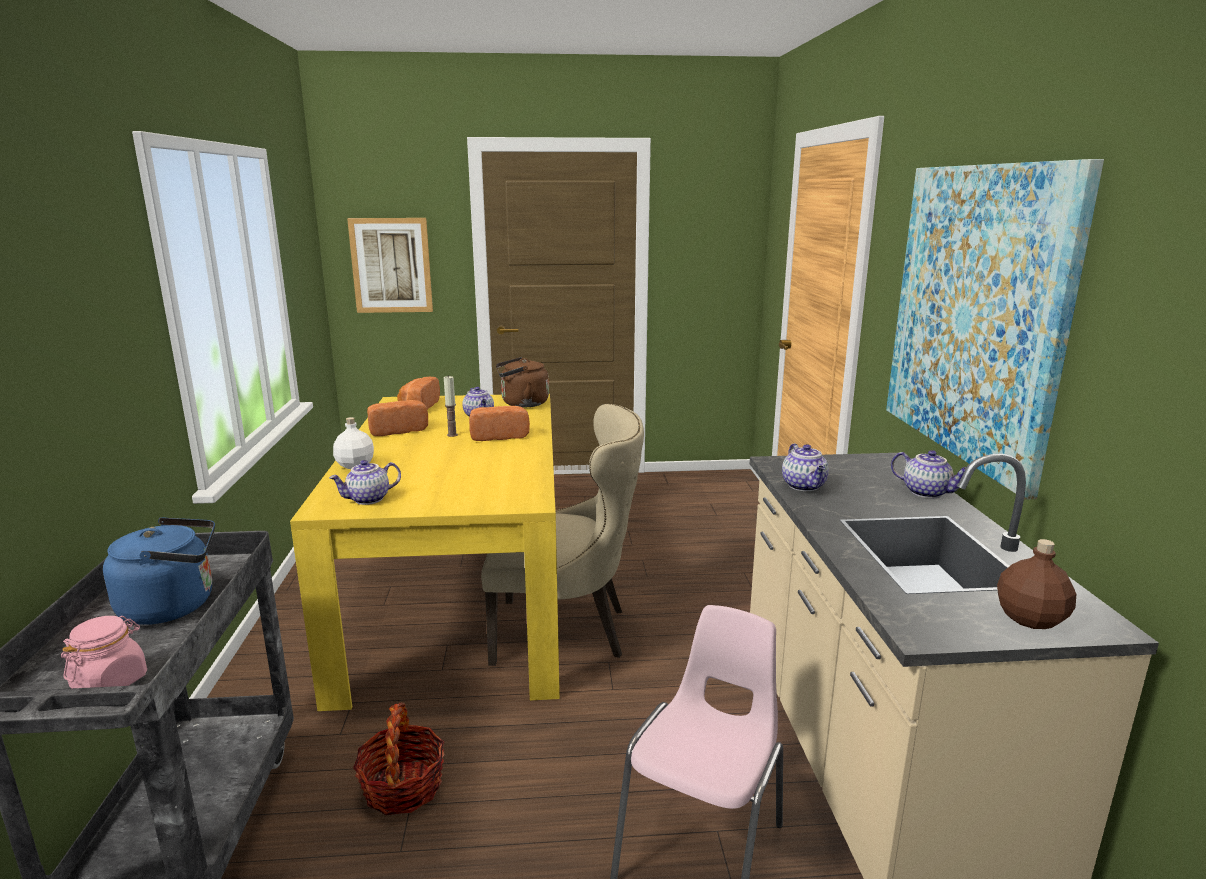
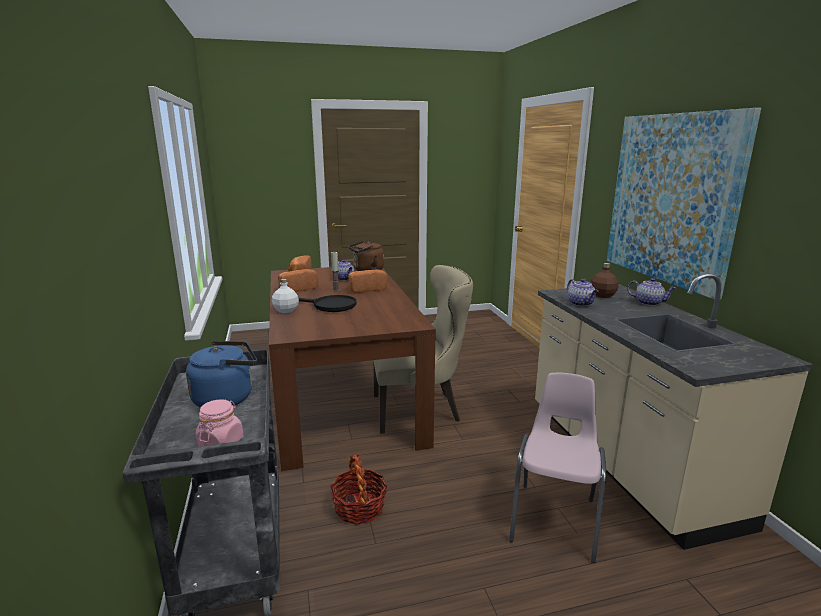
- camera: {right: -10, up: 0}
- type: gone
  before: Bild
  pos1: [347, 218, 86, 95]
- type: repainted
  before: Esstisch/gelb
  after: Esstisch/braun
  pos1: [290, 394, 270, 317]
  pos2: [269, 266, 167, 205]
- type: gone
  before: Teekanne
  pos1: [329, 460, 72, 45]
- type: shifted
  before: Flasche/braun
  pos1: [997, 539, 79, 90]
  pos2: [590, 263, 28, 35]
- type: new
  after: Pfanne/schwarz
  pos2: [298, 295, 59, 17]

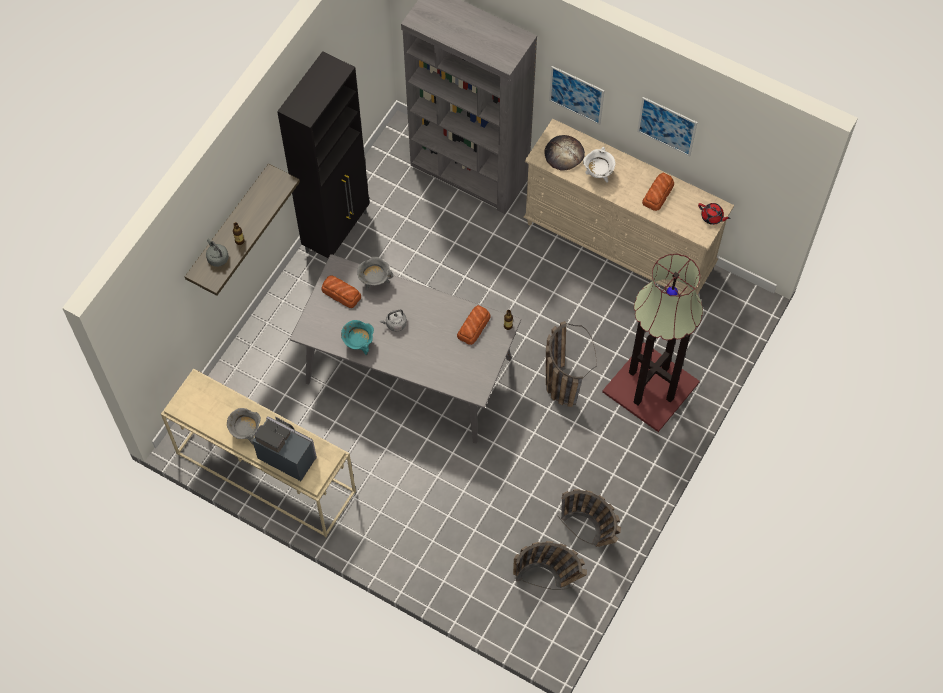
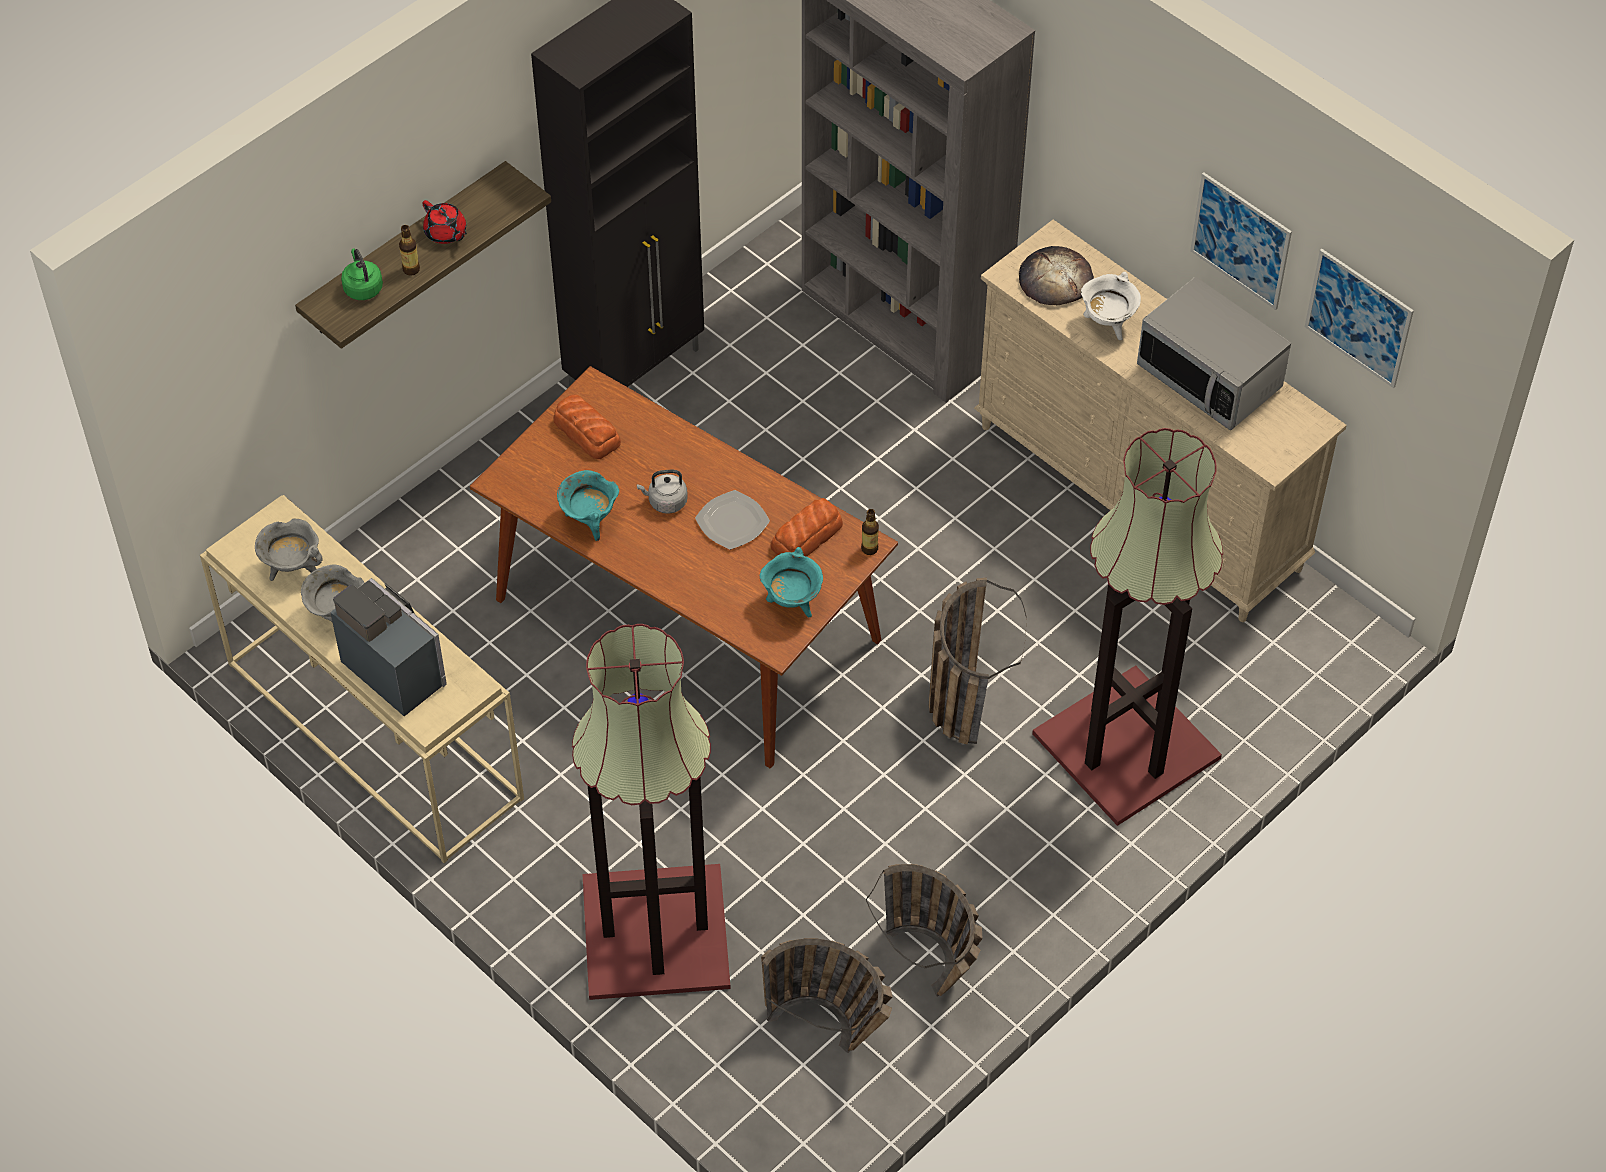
- camera: {right: 15, up: -10}
- type: shifted
  before: Bild
  pos1: [549, 66, 56, 59]
  pos2: [1305, 249, 109, 139]
- type: swapped
  before: Brot
  after: Mikrowelle
  pos1: [642, 173, 32, 38]
  pos2: [1137, 277, 154, 153]
- type: shifted
  before: Teekanne/rot
  pos1: [698, 203, 33, 22]
  pos2: [422, 200, 45, 44]
- type: repainted
  before: Wasserkessel/grau
  after: Wasserkessel/grün
  pos1: [206, 239, 23, 28]
  pos2: [341, 248, 42, 52]
- type: repainted
  before: Esstisch/grau
  after: Esstisch/braun
  pos1: [290, 254, 231, 190]
  pos2: [470, 366, 428, 403]
- type: shifted
  before: Kochtopf/grau
  pos1: [357, 257, 36, 34]
  pos2: [255, 518, 68, 63]
- type: new
  after: Teller
  pos2: [695, 490, 75, 60]
- type: new
  after: Kochtopf/türkis
  pos2: [759, 547, 64, 71]
- type: new
  after: Stehlampe
  pos2: [572, 624, 159, 376]

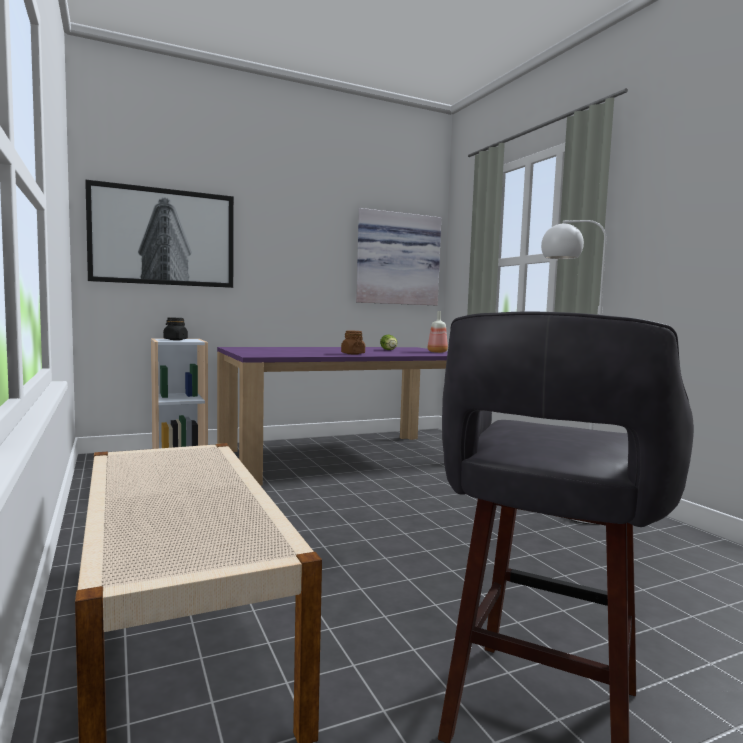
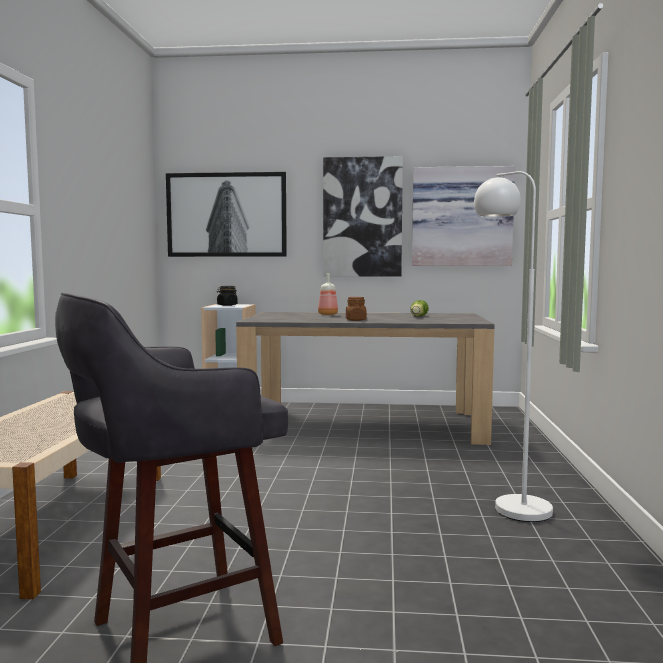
- camera: {right: 30, up: 0}
- type: shifted
  before: Flasche
  pos1: [428, 311, 20, 42]
  pos2: [318, 273, 20, 42]
- type: repainted
  before: Esstisch/lila
  after: Esstisch/grau
  pos1: [217, 347, 231, 139]
  pos2: [236, 312, 258, 133]
- type: new
  after: Bild
  pos2: [323, 156, 80, 121]

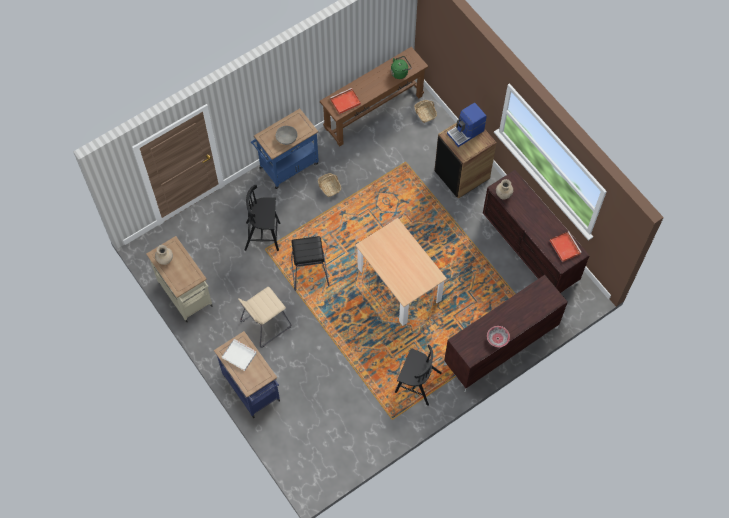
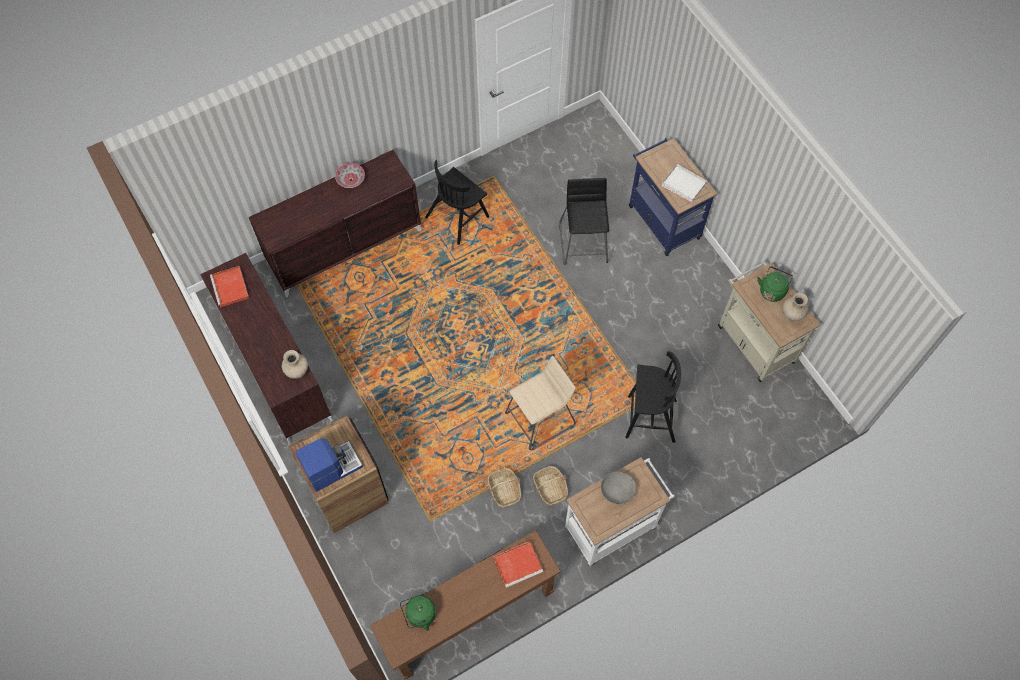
- camera: {right: -175, up: 0}
- type: shifted
  before: Korb
  pos1: [414, 100, 23, 23]
  pos2: [488, 468, 33, 39]
- type: repainted
  before: Rollwagen/blau
  after: Rollwagen/weiß
  pos1: [251, 109, 68, 80]
  pos2: [565, 457, 110, 110]
- type: gone
  before: Esstisch/beige
  pos1: [355, 218, 92, 108]
- type: shifted
  before: Hocker/schwarz
  pos1: [291, 236, 39, 55]
  pos2: [559, 178, 50, 87]
- type: shifted
  before: Hocker/beige
  pos1: [238, 287, 53, 61]
  pos2: [505, 356, 71, 94]
- type: rotated
  before: Stuhl/schwarz
  pos1: [395, 345, 47, 61]
  pos2: [425, 160, 64, 85]
  turn: -75
- type: new
  after: Wasserkessel/grün
  pos2: [757, 266, 36, 36]

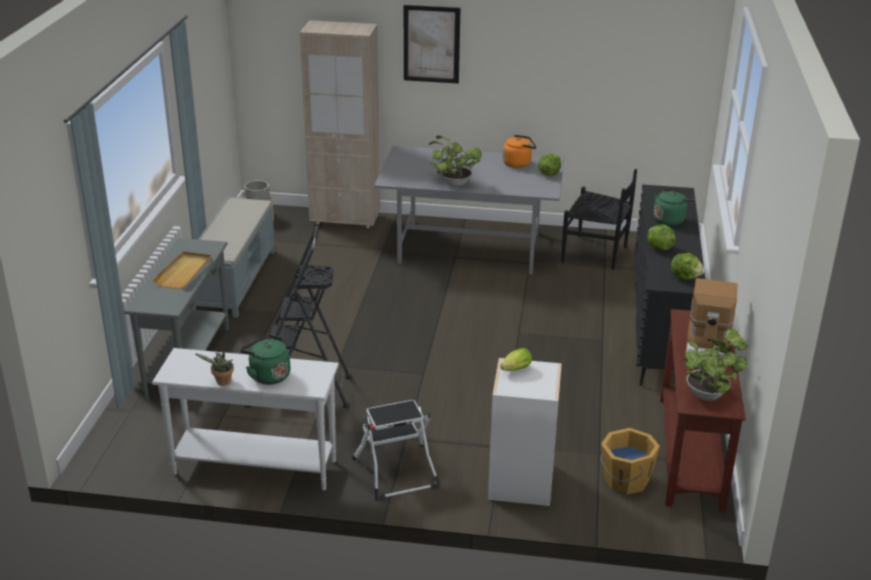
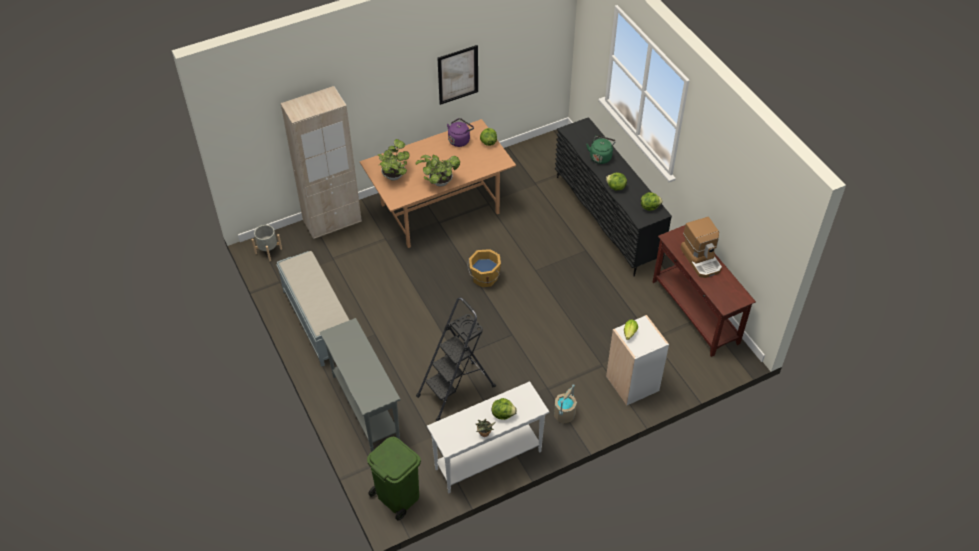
- camera: {right: -35, up: 20}
- type: shifted
  before: Bild
  pos1: [404, 5, 57, 79]
  pos2: [437, 45, 41, 60]
- type: repainted
  before: Wasserkessel/orange
  after: Wasserkessel/lila
  pos1: [503, 135, 34, 33]
  pos2: [447, 118, 27, 29]
- type: repainted
  before: Esstisch/grau
  after: Esstisch/braun
  pos1: [374, 146, 190, 128]
  pos2: [360, 119, 156, 129]
- type: gone
  before: Stuhl/schwarz
  pos1: [561, 169, 76, 101]
- type: gone
  before: Tablett/beige
  pos1: [153, 251, 58, 38]
- type: shifted
  before: Topfpflanze
  pos1: [684, 329, 64, 72]
  pos2: [378, 139, 32, 42]
- type: swapped
  before: Wasserkessel/grün
  after: Salatkopf
  pos1: [240, 334, 50, 51]
  pos2: [492, 398, 25, 22]
- type: swapped
  before: Trittleiter
  after: Eimer/beige
  pos1: [352, 400, 89, 101]
  pos2: [554, 384, 23, 40]
- type: shifted
  before: Eimer/orange
  pos1: [600, 428, 60, 67]
  pos2: [467, 249, 34, 38]
- type: new
  after: Mülleimer/grün
  pos2: [367, 437, 54, 84]

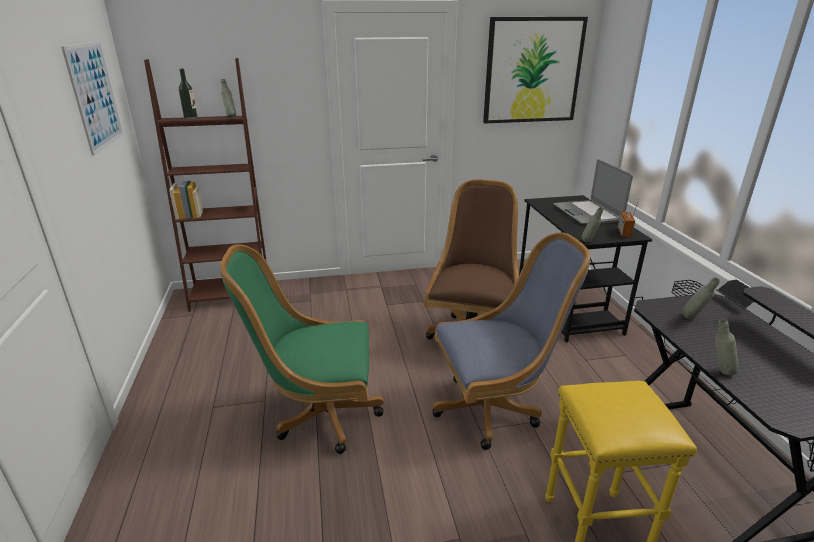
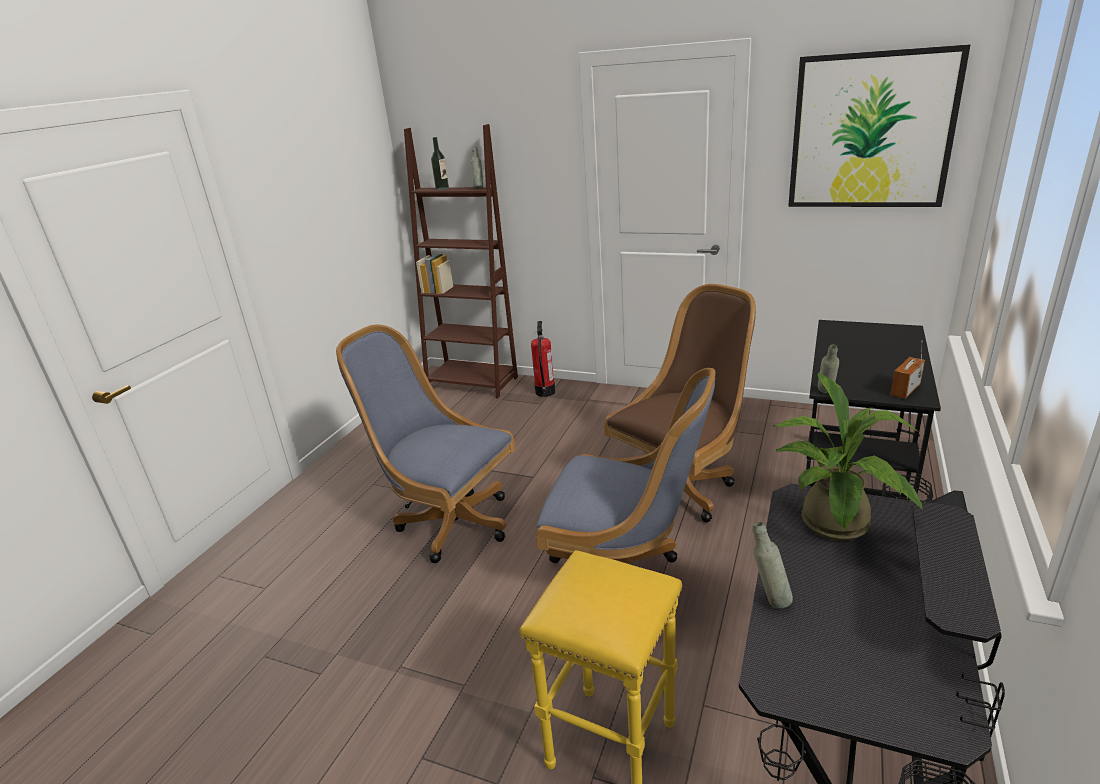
- camera: {right: 35, up: 0}
- type: gone
  before: Bild
  pos1: [61, 41, 63, 115]
- type: gone
  before: Laptop
  pos1: [554, 159, 79, 66]
- type: repainted
  before: Bürostuhl/grün
  after: Bürostuhl/blau
  pos1: [220, 244, 164, 210]
  pos2: [336, 325, 180, 238]
- type: swapped
  before: Flasche/grau
  after: Topfpflanze
  pos1: [682, 278, 38, 41]
  pos2: [773, 372, 150, 169]
- type: new
  after: Feuerlöscher
  pos2: [531, 321, 24, 76]

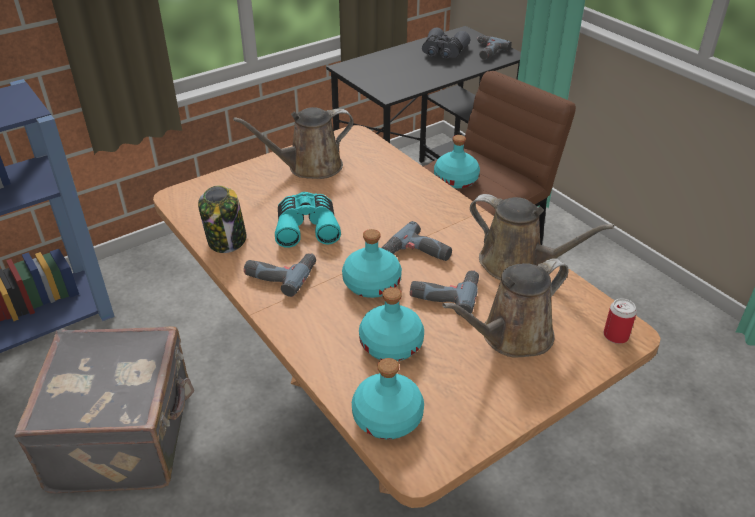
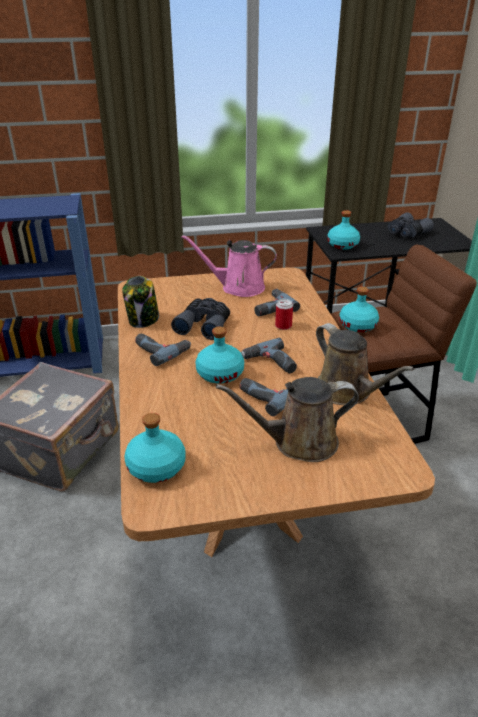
- camera: {right: 25, up: -5}
- type: shifted
  before: Bohrmaschine
  pos1: [477, 35, 35, 25]
  pos2: [254, 289, 46, 27]
- type: repainted
  before: Gießkanne/braun
  after: Gießkanne/rosa
  pos1: [233, 107, 121, 72]
  pos2: [181, 235, 96, 62]
- type: repainted
  before: Fernglas/türkis
  after: Fernglas/grau
  pos1: [275, 192, 66, 56]
  pos2: [171, 298, 59, 42]
- type: shifted
  before: Flasche/türkis
  pos1: [359, 287, 65, 74]
  pos2: [327, 210, 33, 40]
- type: shifted
  before: Dose
  pos1: [604, 298, 33, 46]
  pos2: [275, 299, 18, 31]

